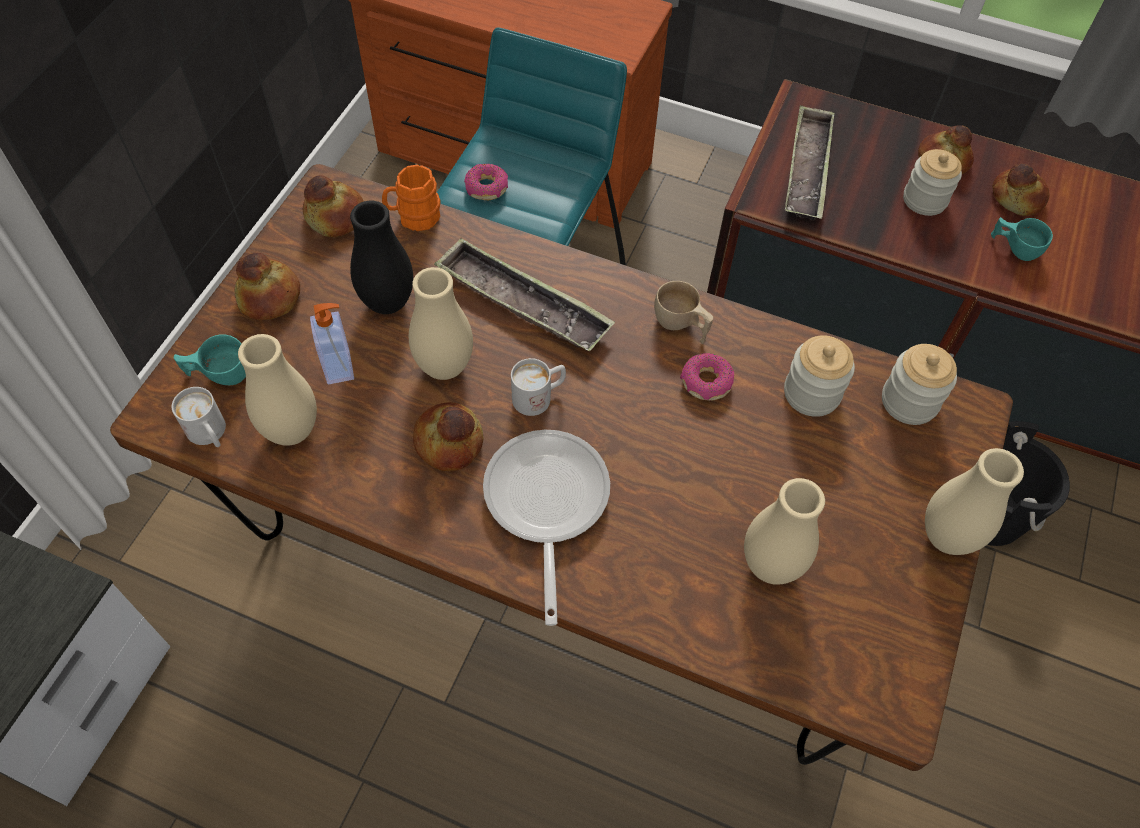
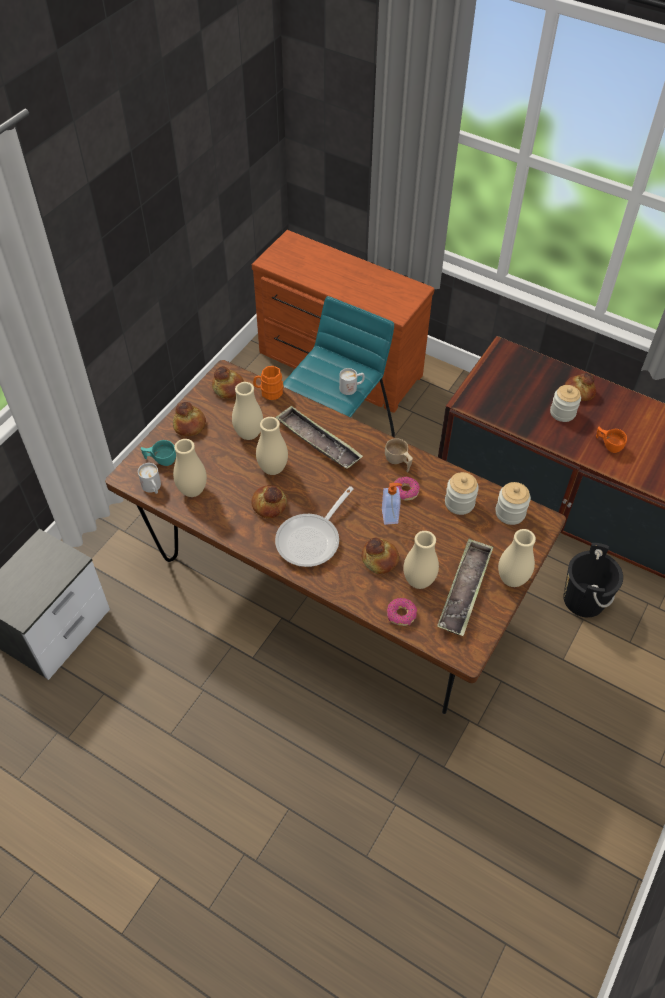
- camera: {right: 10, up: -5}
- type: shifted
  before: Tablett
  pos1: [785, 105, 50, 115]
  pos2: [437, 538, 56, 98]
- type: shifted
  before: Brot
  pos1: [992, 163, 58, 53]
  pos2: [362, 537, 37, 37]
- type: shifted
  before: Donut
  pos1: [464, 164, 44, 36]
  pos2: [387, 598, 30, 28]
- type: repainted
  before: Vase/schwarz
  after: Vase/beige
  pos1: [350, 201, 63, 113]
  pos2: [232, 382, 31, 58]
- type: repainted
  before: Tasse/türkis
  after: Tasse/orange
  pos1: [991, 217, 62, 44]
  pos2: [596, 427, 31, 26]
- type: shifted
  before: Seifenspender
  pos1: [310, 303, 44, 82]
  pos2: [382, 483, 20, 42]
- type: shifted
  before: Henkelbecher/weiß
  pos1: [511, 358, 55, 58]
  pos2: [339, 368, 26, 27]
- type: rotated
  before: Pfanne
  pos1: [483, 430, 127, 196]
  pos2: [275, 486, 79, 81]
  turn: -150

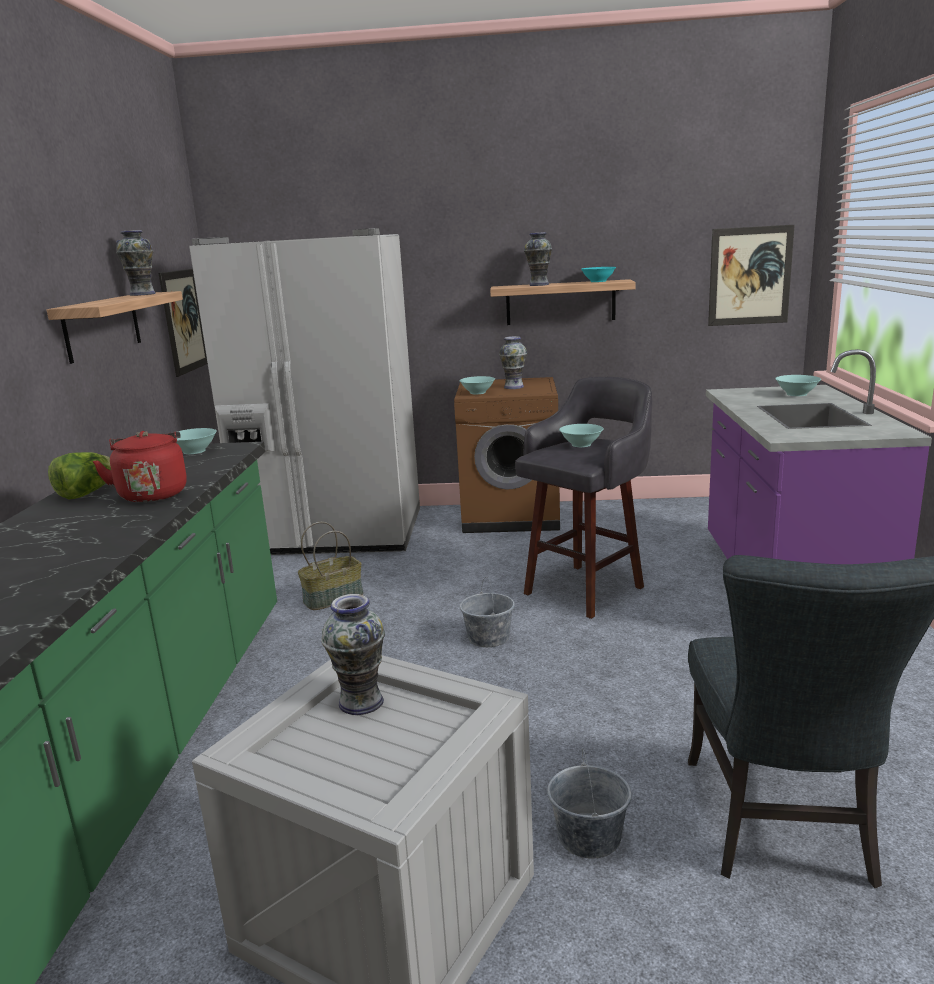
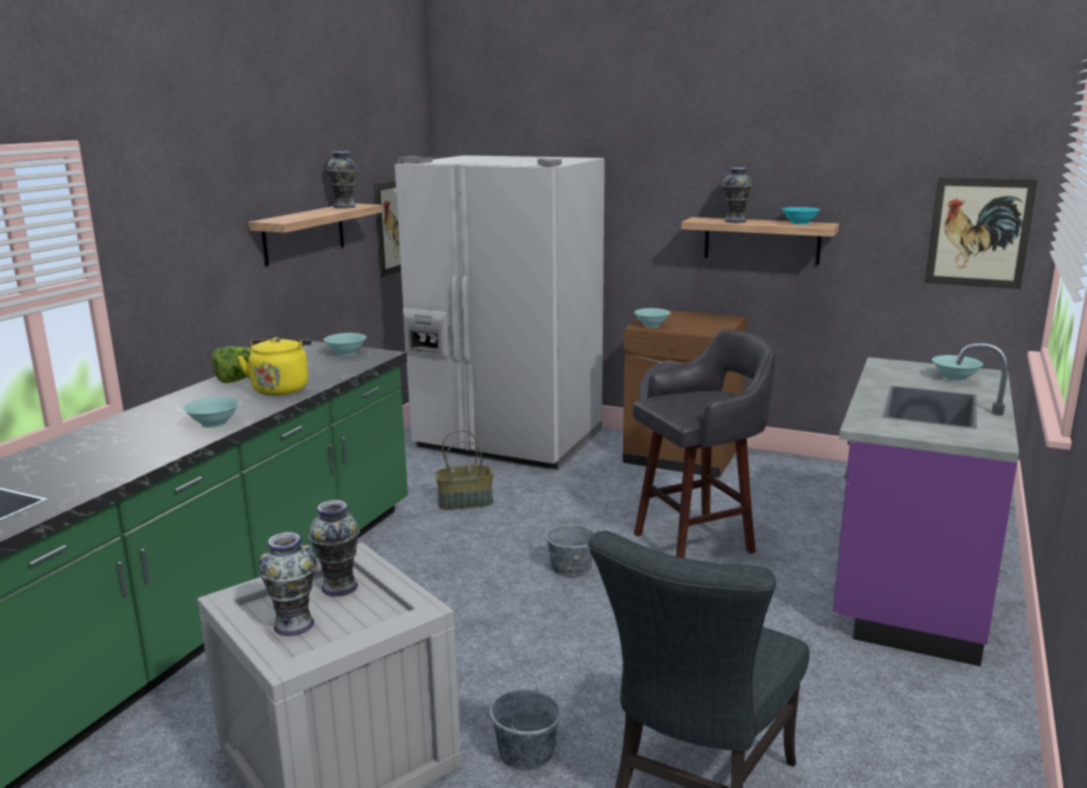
- camera: {right: 20, up: 0}
- type: shifted
  before: Vase
  pos1: [499, 336, 28, 53]
  pos2: [259, 532, 58, 104]
- type: shifted
  before: Schüssel/türkis
  pos1: [559, 424, 45, 23]
  pos2: [183, 397, 57, 31]
- type: repainted
  before: Wasserkessel/rot
  after: Wasserkessel/gelb
  pos1: [92, 431, 95, 71]
  pos2: [237, 337, 75, 59]

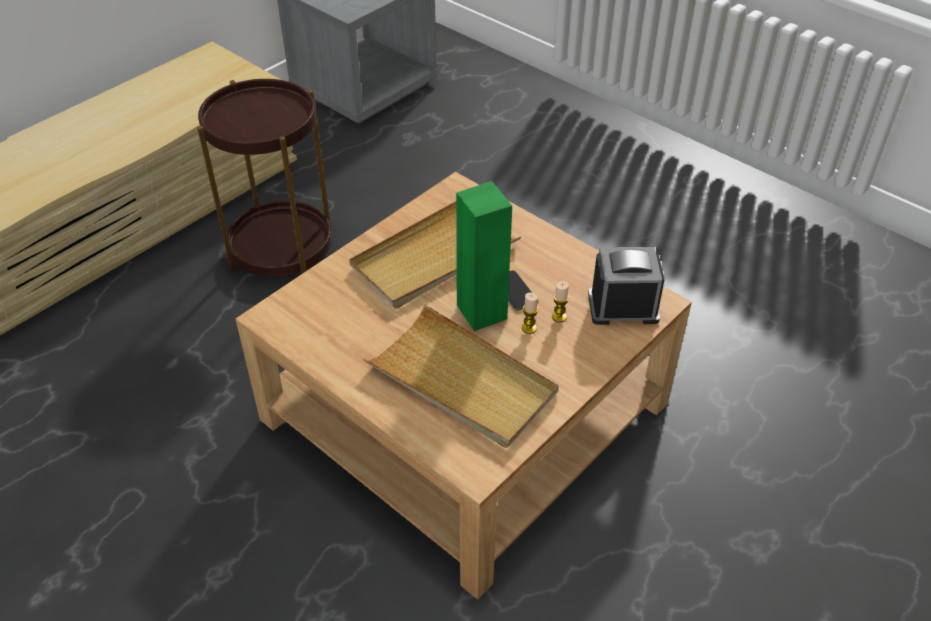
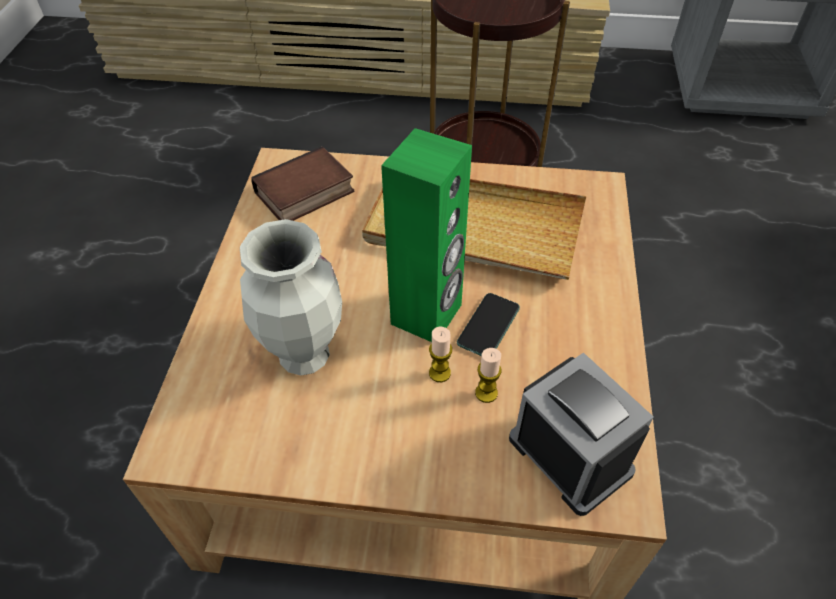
- camera: {right: 55, up: 5}
- type: swapped
  before: Tablett/beige
  after: Vase
  pos1: [363, 304, 196, 144]
  pos2: [240, 219, 102, 157]
- type: new
  after: Buch
  pos2: [251, 146, 103, 75]

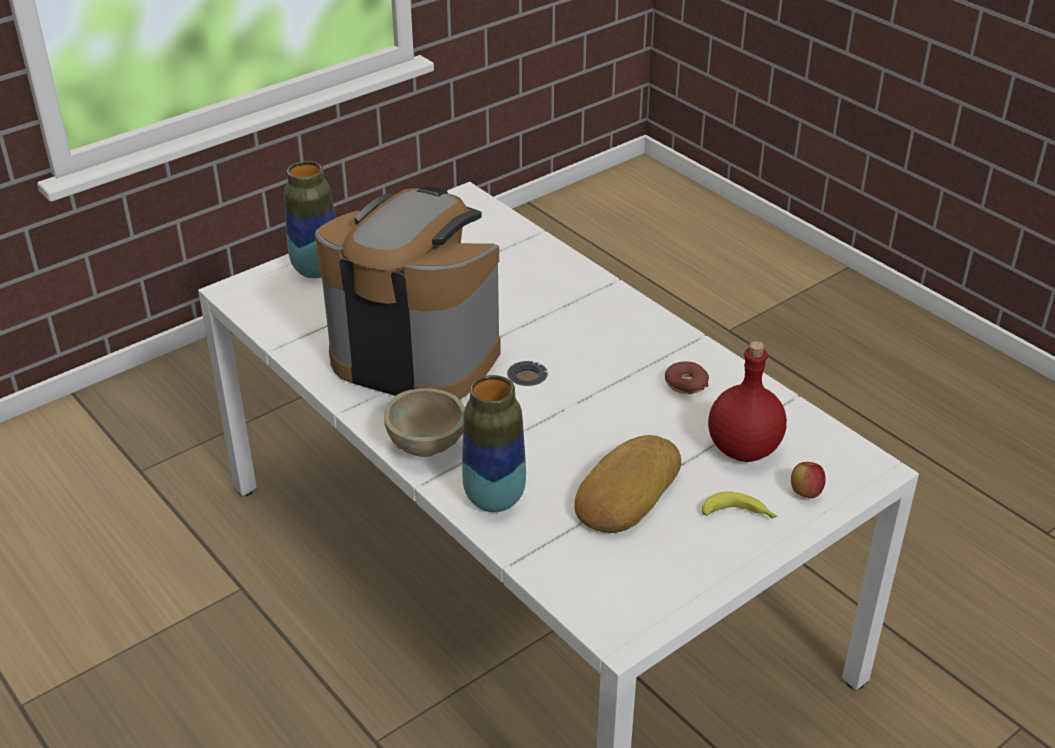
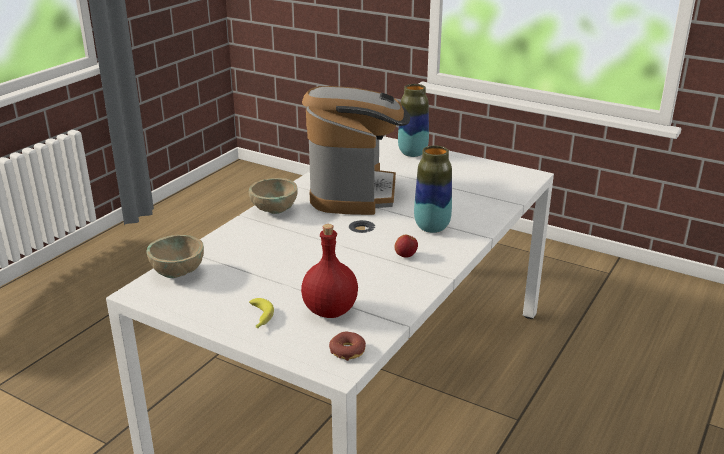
- camera: {right: 70, up: -10}
- type: shifted
  before: Donut
  pos1: [665, 361, 44, 33]
  pos2: [329, 332, 37, 29]
- type: shifted
  before: Vase
  pos1: [462, 375, 64, 137]
  pos2: [414, 146, 38, 87]
- type: gone
  before: Brot
  pos1: [574, 435, 107, 98]
- type: shifted
  before: Apfel
  pos1: [791, 462, 35, 36]
  pos2: [394, 235, 24, 23]
- type: new
  after: Schüssel/beige
  pos2: [146, 235, 58, 43]

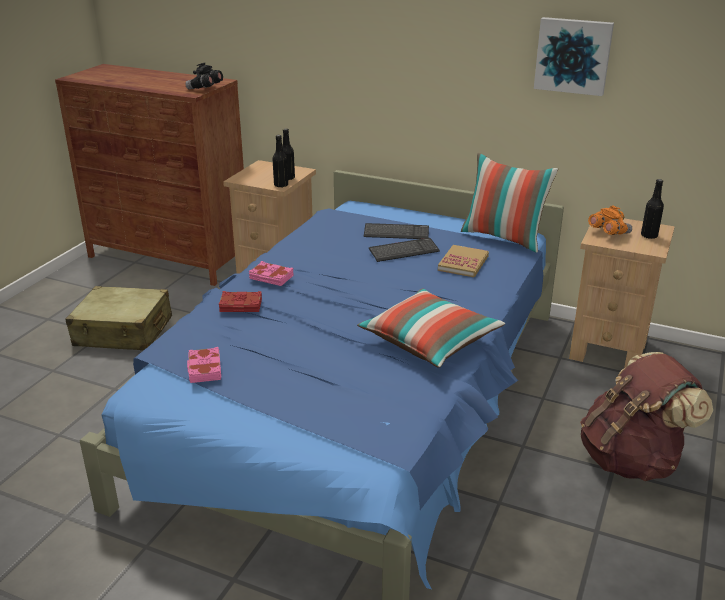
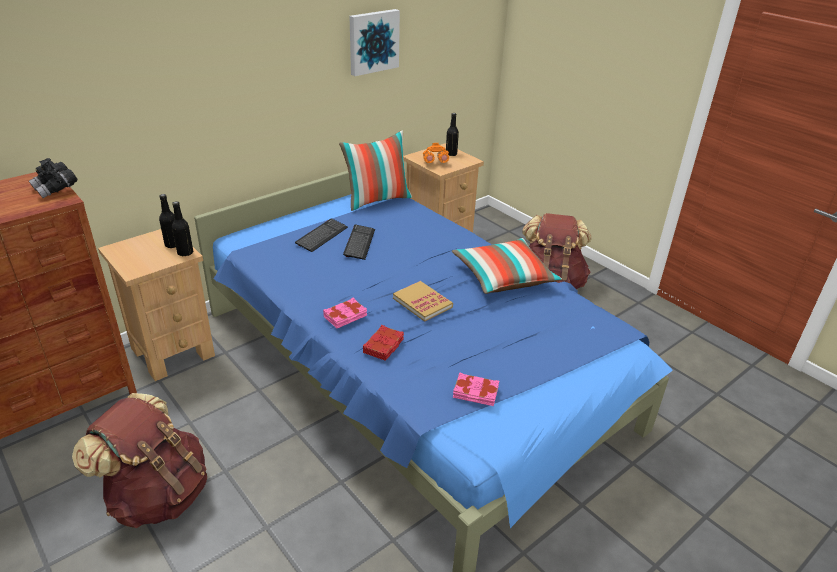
- camera: {right: -65, up: 5}
- type: shifted
  before: Buch
  pos1: [438, 245, 51, 32]
  pos2: [393, 281, 60, 41]
- type: swapped
  before: Koffer/beige
  after: Rucksack/braun
  pos1: [66, 286, 106, 65]
  pos2: [72, 393, 135, 135]

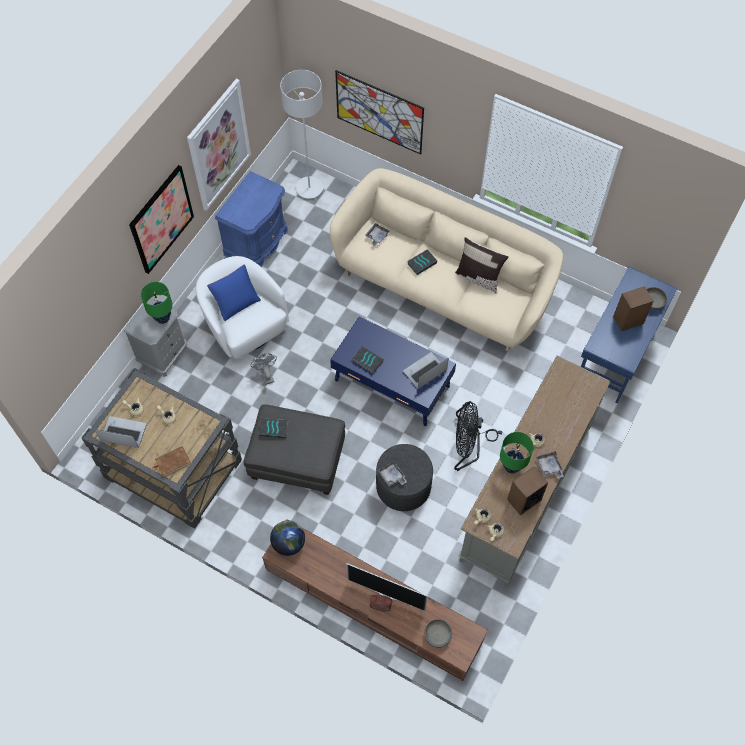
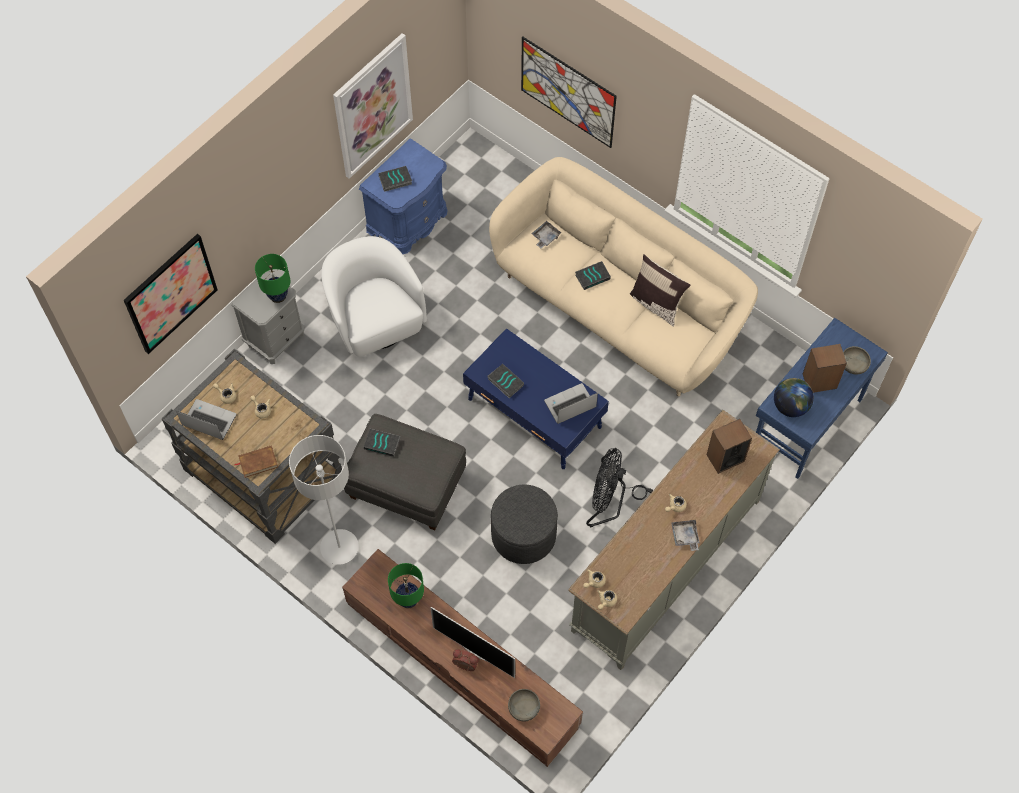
- camera: {right: 10, up: 0}
- type: shifted
  before: Stehlampe/grau
  pos1: [280, 70, 43, 129]
  pos2: [289, 435, 70, 130]
- type: shifted
  before: Bild
  pos1: [129, 165, 65, 109]
  pos2: [124, 234, 94, 120]
- type: gone
  before: Kissen/blau
  pos1: [207, 264, 54, 57]
- type: gone
  before: Ventilator/grau
  pos1: [250, 353, 27, 32]
- type: shifted
  before: Tischlampe/grün
  pos1: [500, 432, 34, 41]
  pos2: [388, 563, 36, 45]
- type: gone
  before: Tablett/grau
  pos1: [378, 460, 29, 26]
- type: shifted
  before: Lautsprecher
  pos1: [507, 466, 41, 50]
  pos2: [707, 419, 45, 55]
- type: shifted
  before: Globus
  pos1: [270, 520, 35, 36]
  pos2: [774, 378, 40, 39]
- type: new
  after: Buch
  pos2: [378, 166, 34, 26]

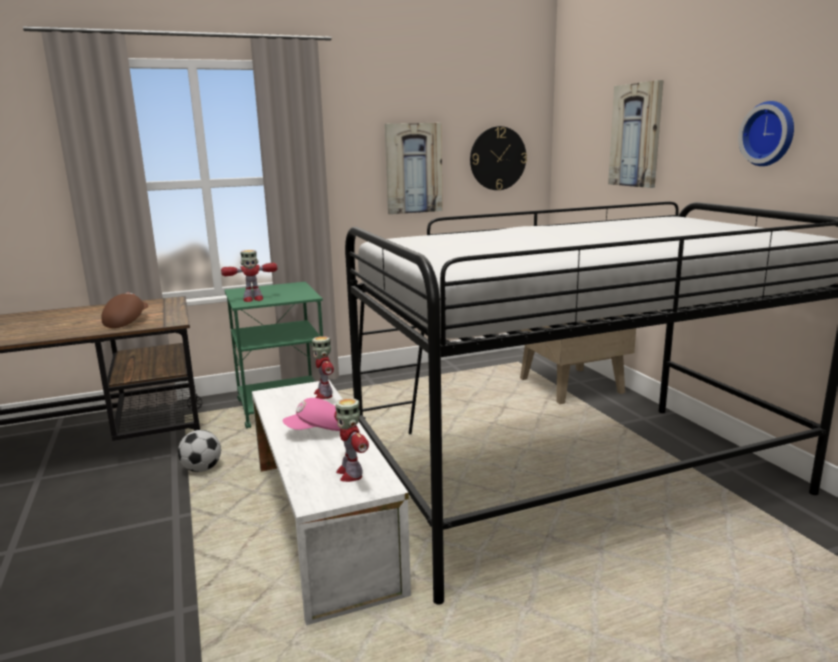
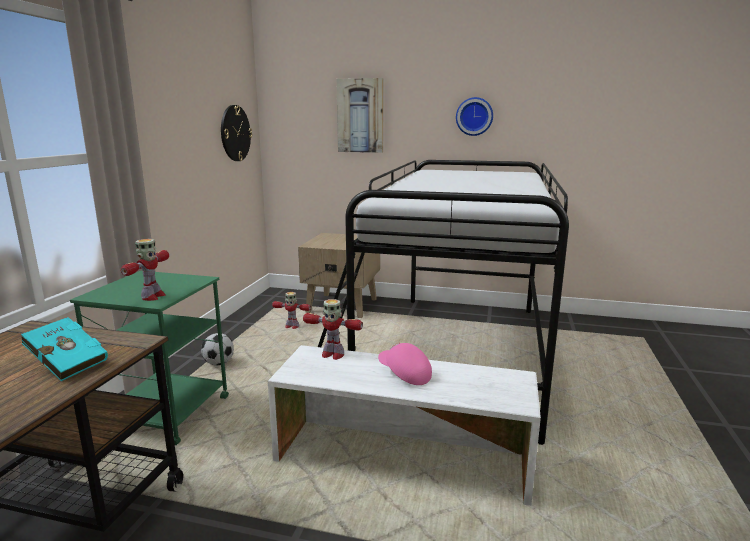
- camera: {right: -55, up: 0}
- type: gone
  before: Bild
  pos1: [385, 123, 58, 92]
- type: swapped
  before: Kappe/braun
  after: Buch/türkis
  pos1: [101, 293, 47, 35]
  pos2: [21, 317, 87, 64]
- type: rotated
  before: Kappe/rosa
  pos1: [283, 398, 57, 33]
  pos2: [378, 343, 54, 42]
  turn: 120
- type: shifted
  before: Spielzeugroboter
  pos1: [334, 398, 35, 84]
  pos2: [272, 292, 39, 37]
- type: shifted
  before: Fußball
  pos1: [178, 430, 43, 42]
  pos2: [201, 333, 33, 32]

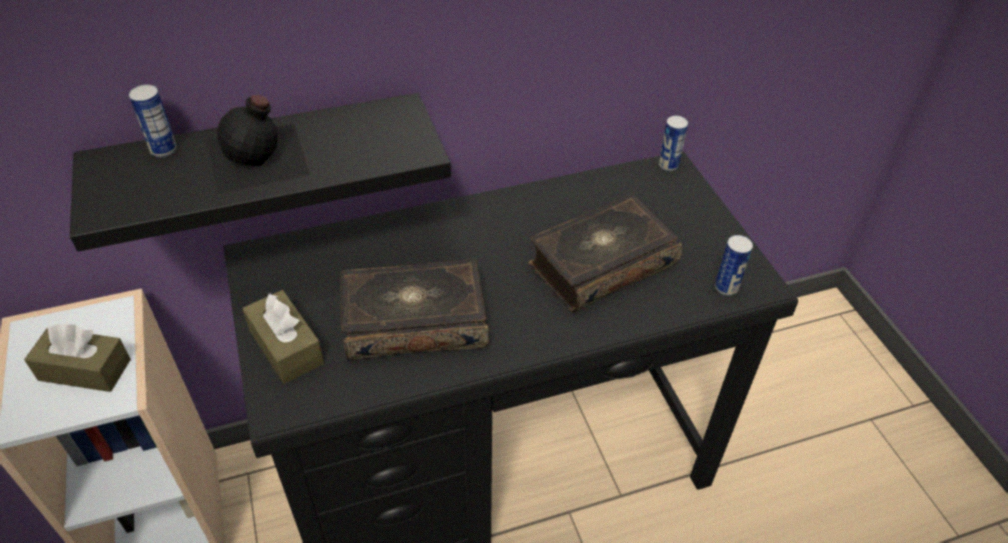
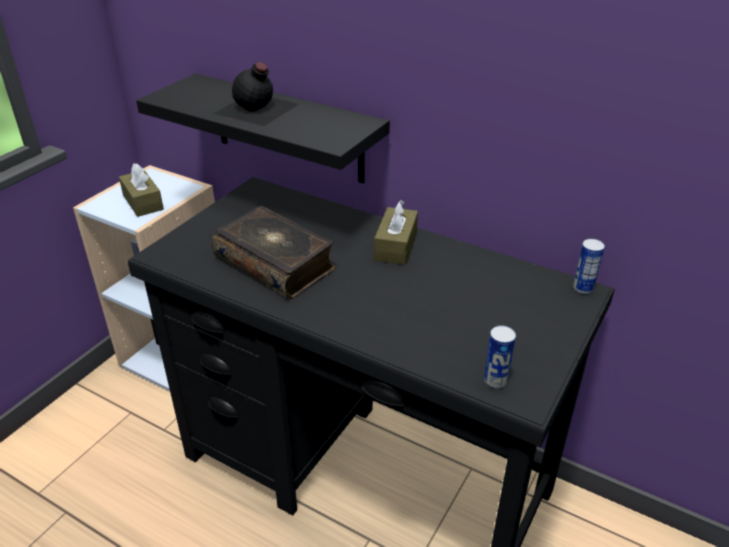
- camera: {right: 50, up: -10}
- type: gone
  before: Dose
  pos1: [129, 85, 48, 73]
- type: gone
  before: Buch
  pos1: [528, 194, 155, 119]
- type: shifted
  before: Taschentuchbox/braun
  pos1: [242, 290, 82, 94]
  pos2: [374, 200, 44, 65]

